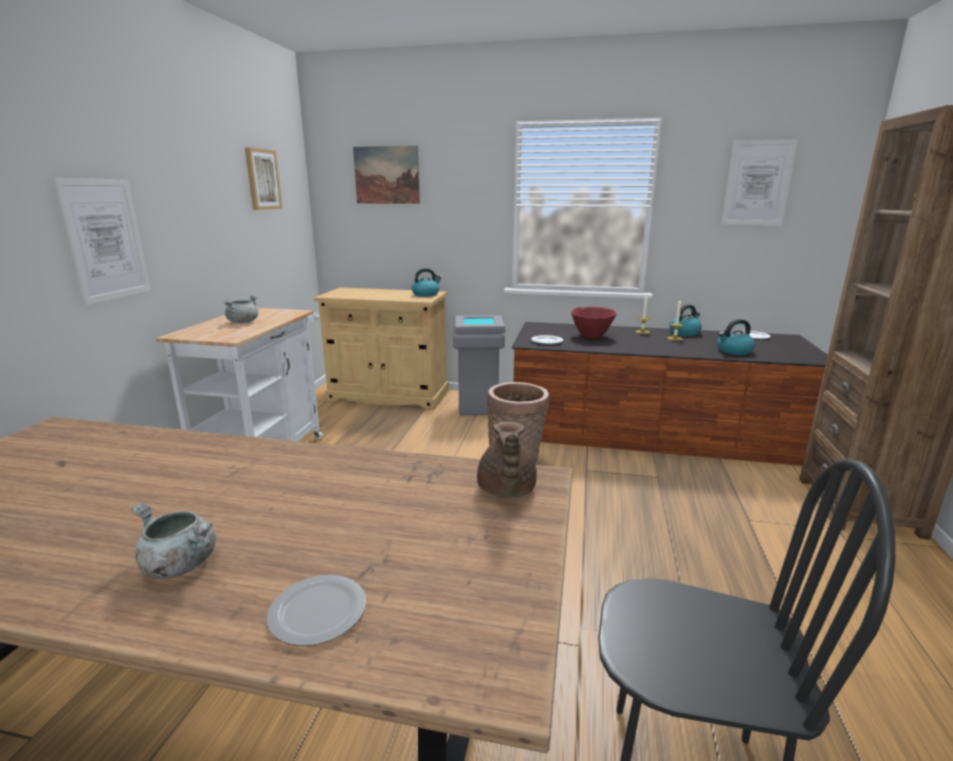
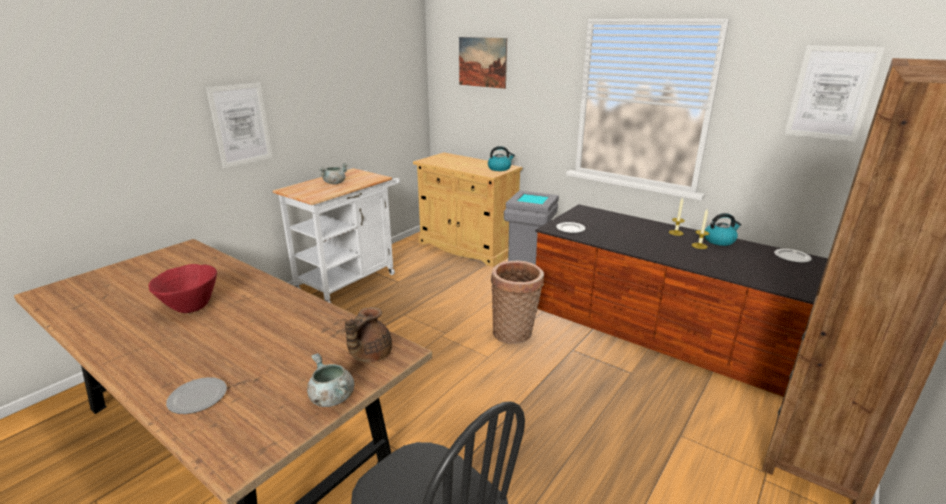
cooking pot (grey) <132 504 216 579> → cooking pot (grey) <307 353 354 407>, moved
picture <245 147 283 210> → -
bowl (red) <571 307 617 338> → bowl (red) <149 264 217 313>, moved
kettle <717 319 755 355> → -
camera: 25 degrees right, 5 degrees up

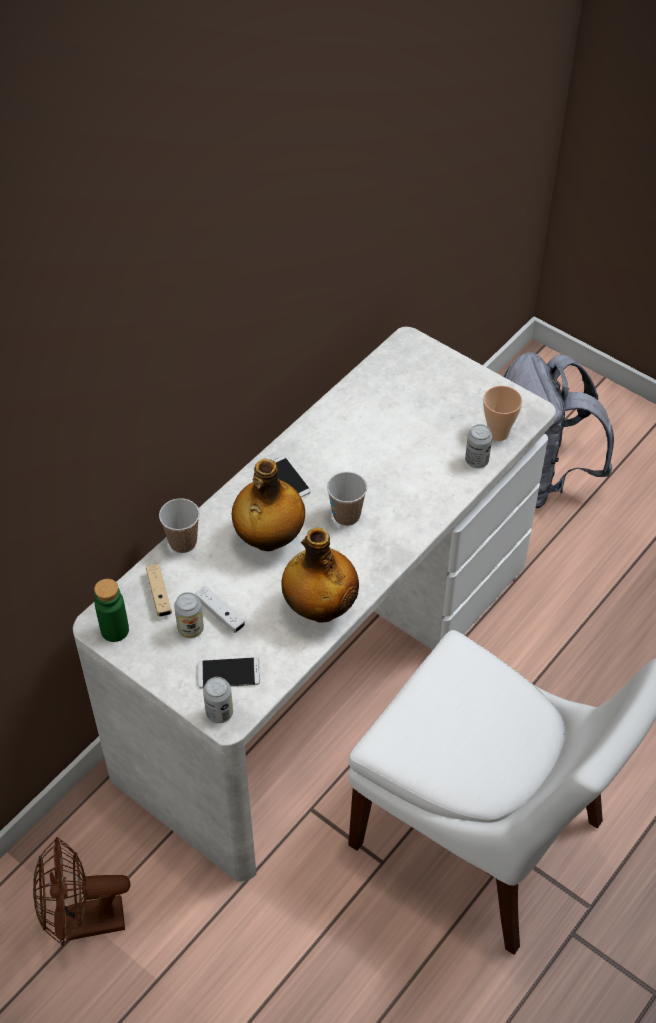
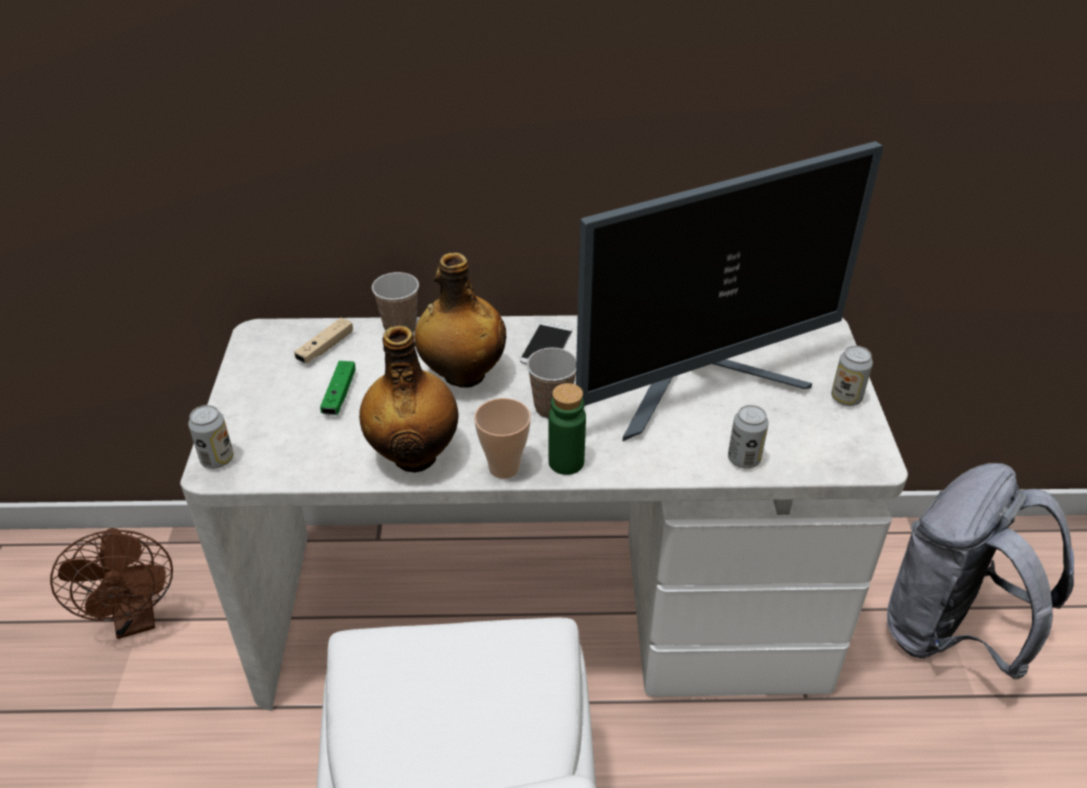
fan (brown) <33 837 130 946> → fan (brown) <50 528 173 639>, 150 degrees counterclockwise
bottle (green) <94 579 129 642> → bottle (green) <548 383 586 475>, moved
can <174 592 204 638> → can <831 346 873 406>, moved
game controller (white) <195 586 245 633> → game controller (green) <320 361 356 415>
phone <197 657 260 688> → -
cup <483 386 522 441> → cup <474 398 531 479>, moved
- → monitor <576 141 884 442>
camera: 50 degrees right, 10 degrees down

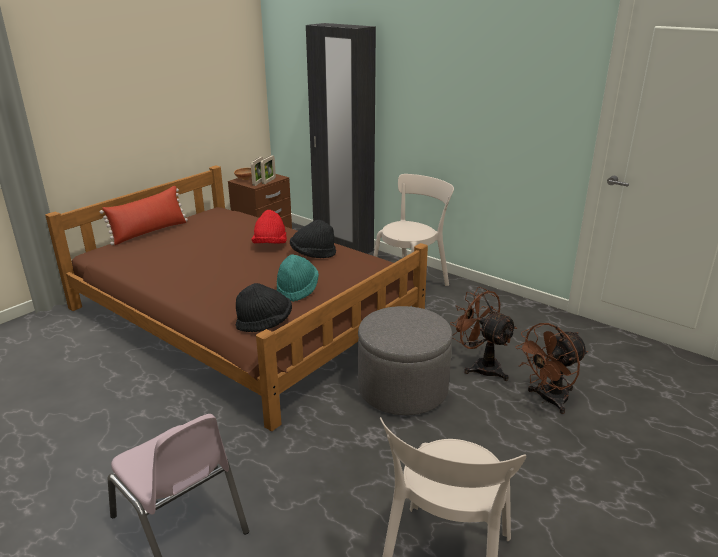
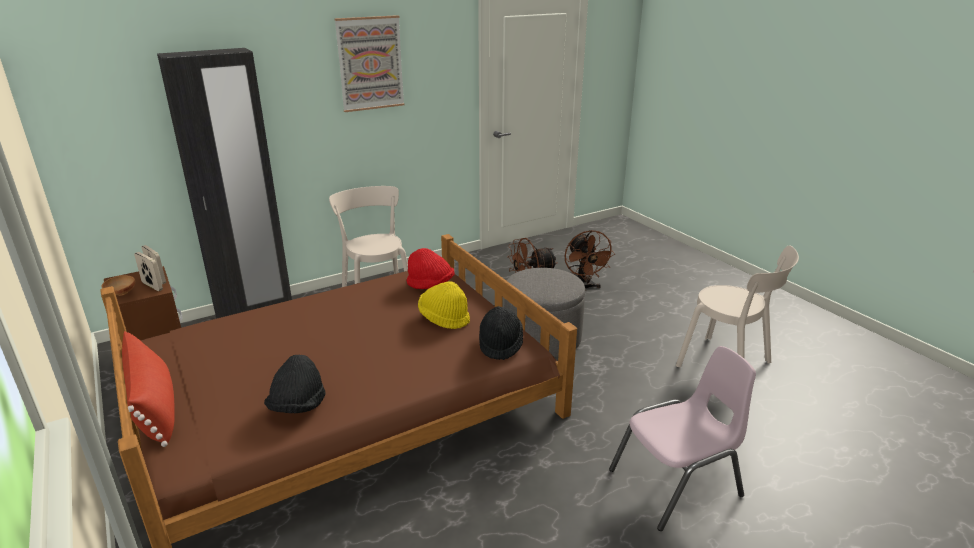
hat (red) <251 210 287 243> → hat (red) <407 248 455 289>, moved
hat (turquoise) <277 254 319 302> → hat (yellow) <418 281 470 329>
hat (black) <290 220 336 258> → hat (black) <264 355 325 413>, moved
- → picture <334 15 405 112>
camera: 70 degrees left, 0 degrees up

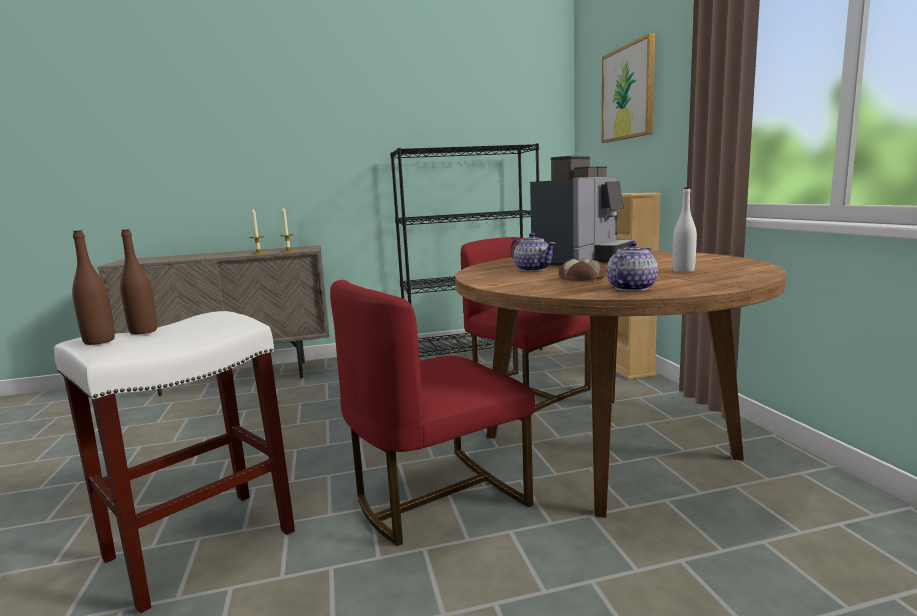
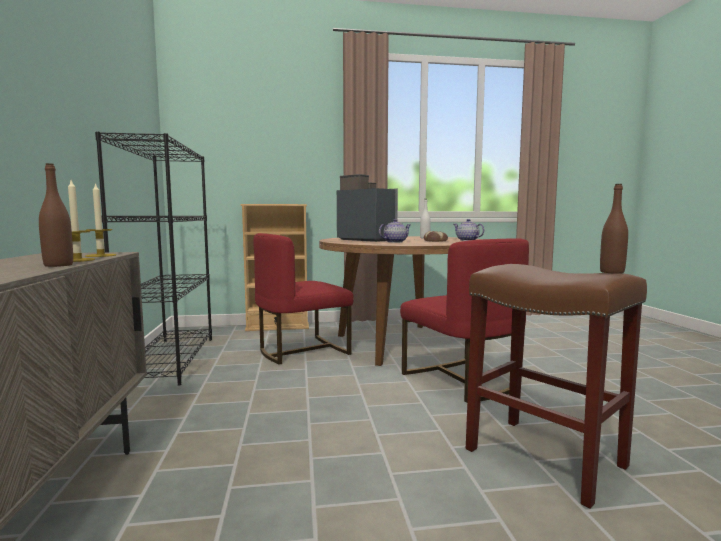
stool (white) <54 311 295 614> → stool (brown) <466 264 647 509>
bottle (brown) <120 229 157 335> → bottle (brown) <39 163 73 267>, moved
picture <602 33 655 143> → -
camera: 85 degrees left, 5 degrees down

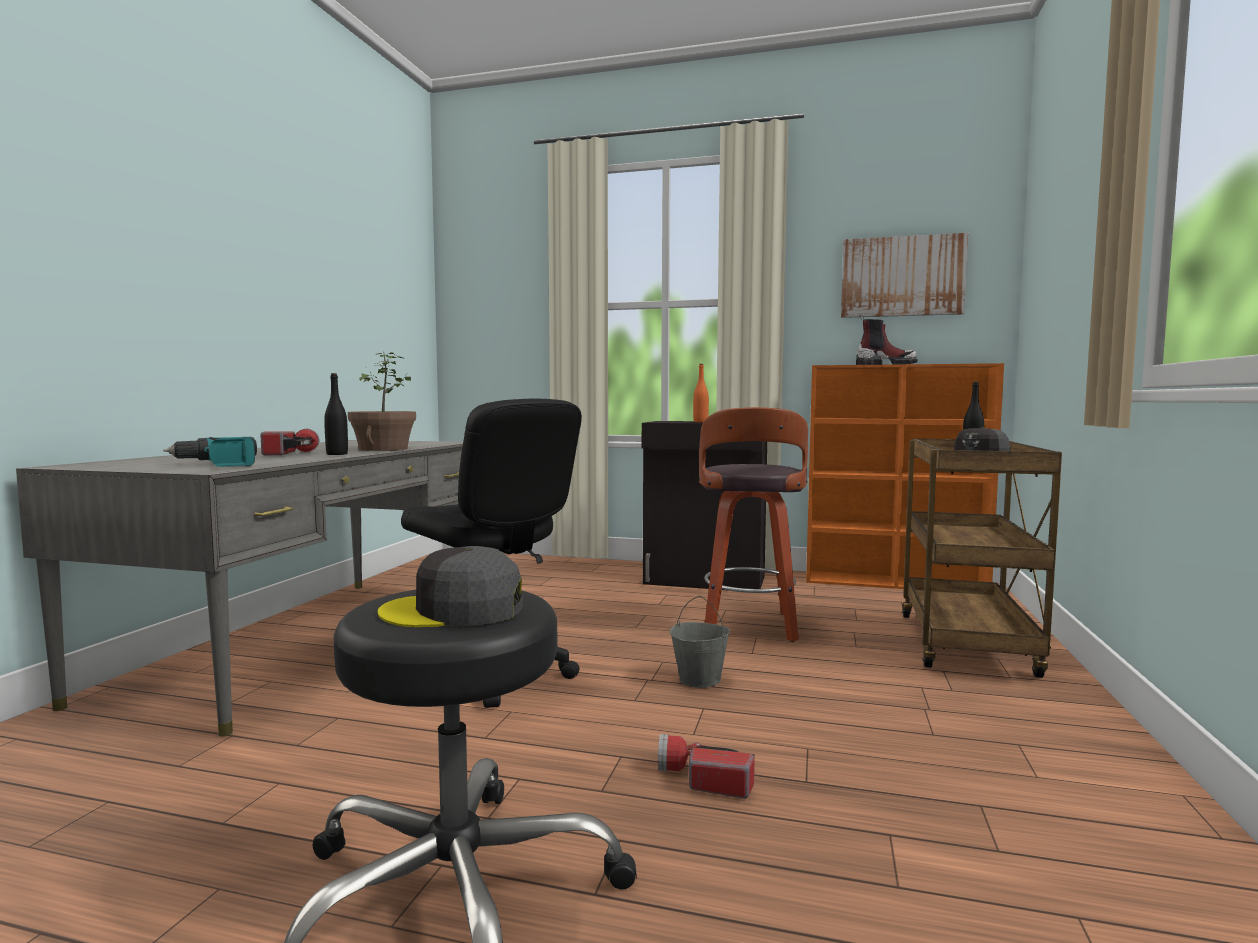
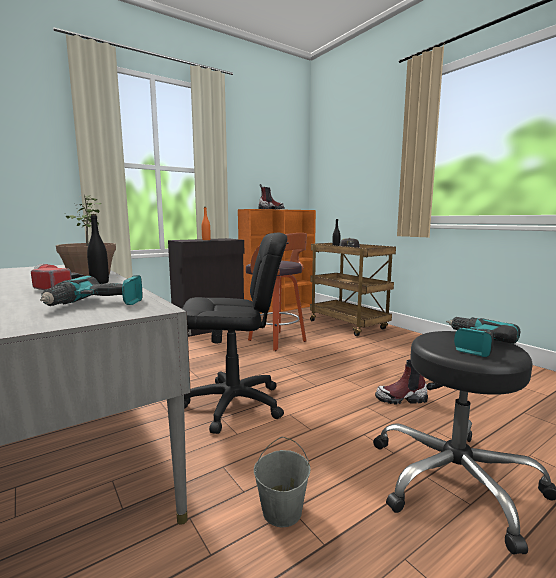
cap (grey) <378 546 523 627> → power drill <446 317 520 357>
flashlight <658 734 755 799> → boot <375 359 428 405>
bucket (grey) <670 596 730 688> → bucket (grey) <254 437 311 527>, moved
picture <841 233 968 318> → -
camera: 50 degrees left, 5 degrees up

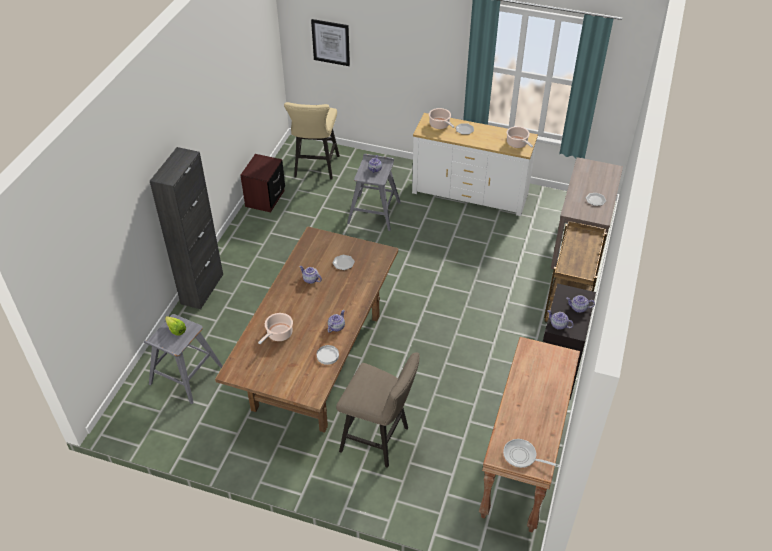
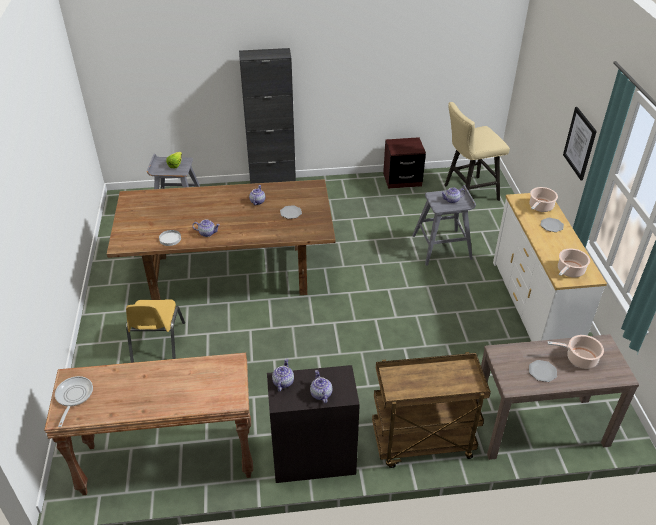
cooking pot <258 313 293 344> → cooking pot <547 335 604 369>, moved
picture <311 19 350 66> → picture <563 107 597 180>, moved
stool (beige) <336 352 420 468> → chair (yellow) <126 299 185 363>
camera: 65 degrees right, 5 degrees down

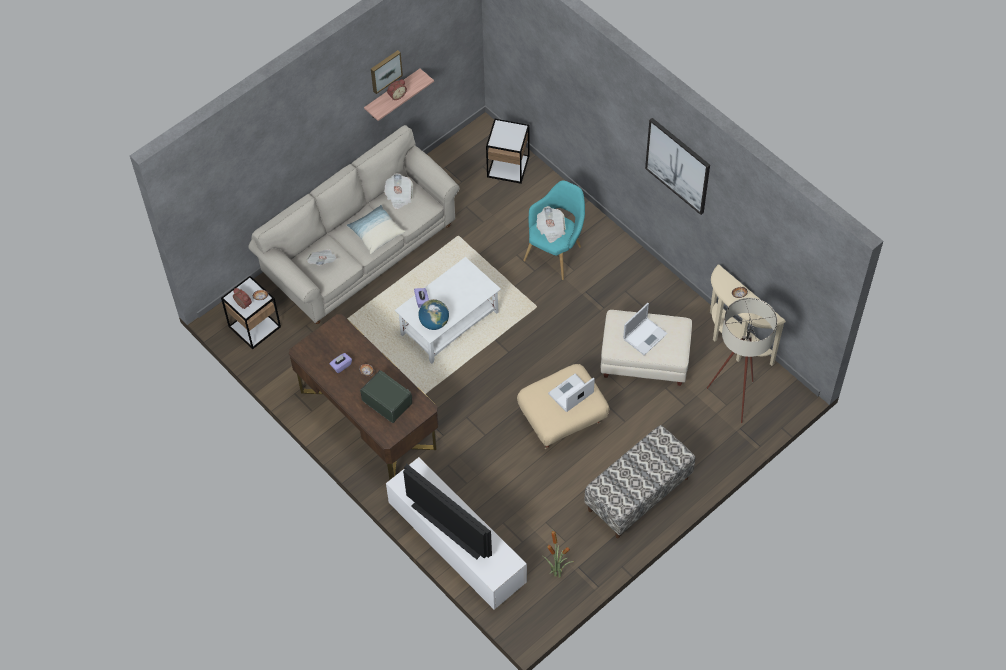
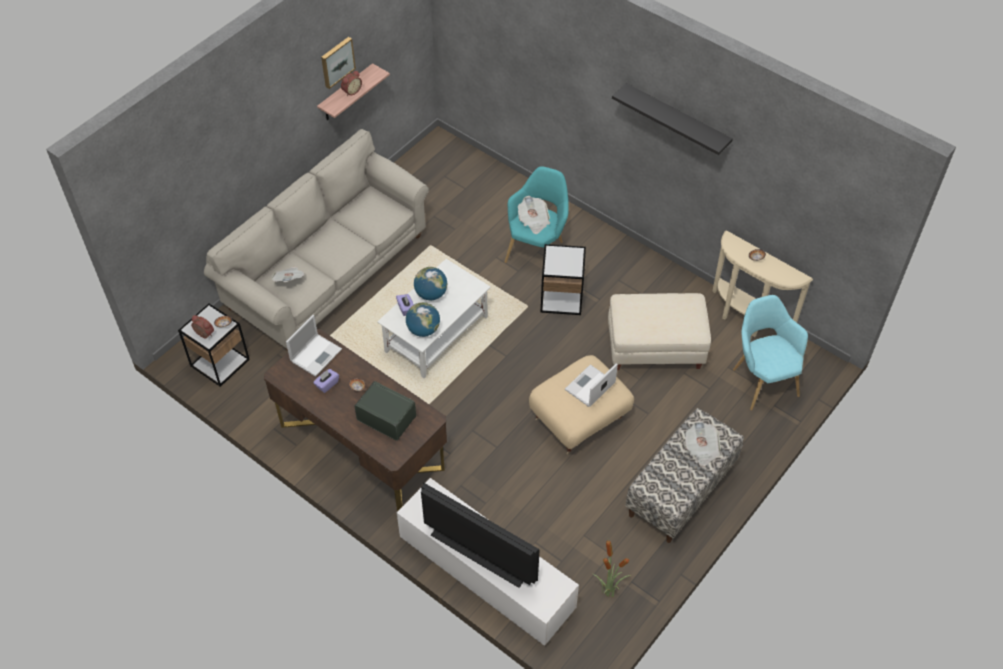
pillow <347 205 405 254> → -
newspaper <384 173 413 209> → newspaper <685 421 721 467>, moved
side table <486 119 530 184> → side table <541 244 586 315>, moved
laptop <623 303 668 355> → laptop <286 315 342 377>, moved
picture <645 118 710 215> → shelf (black) <612 83 733 155>
floor lamp (beige) <707 298 777 423> → armchair (turquoise) <733 295 808 410>
- → globe <414 267 447 300>
camera: 10 degrees left, 5 degrees down

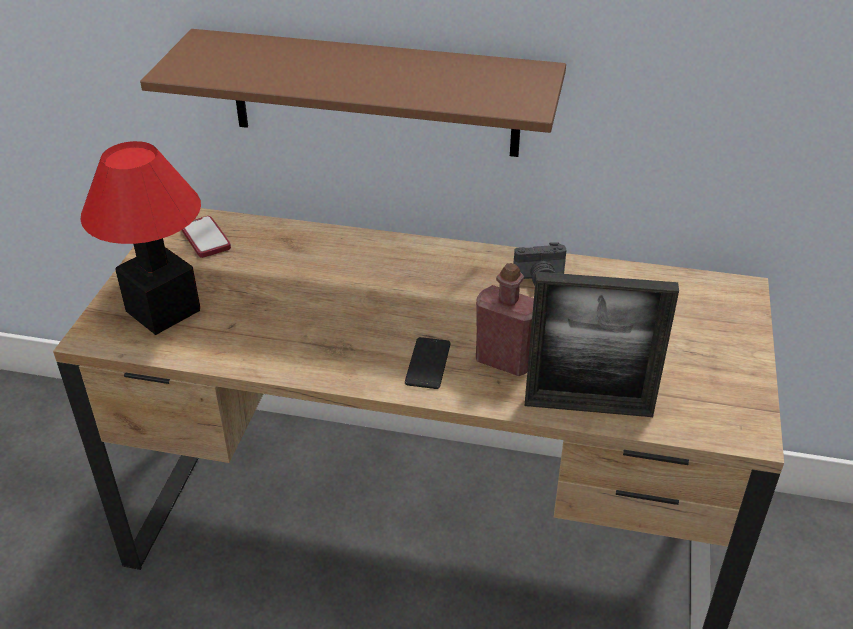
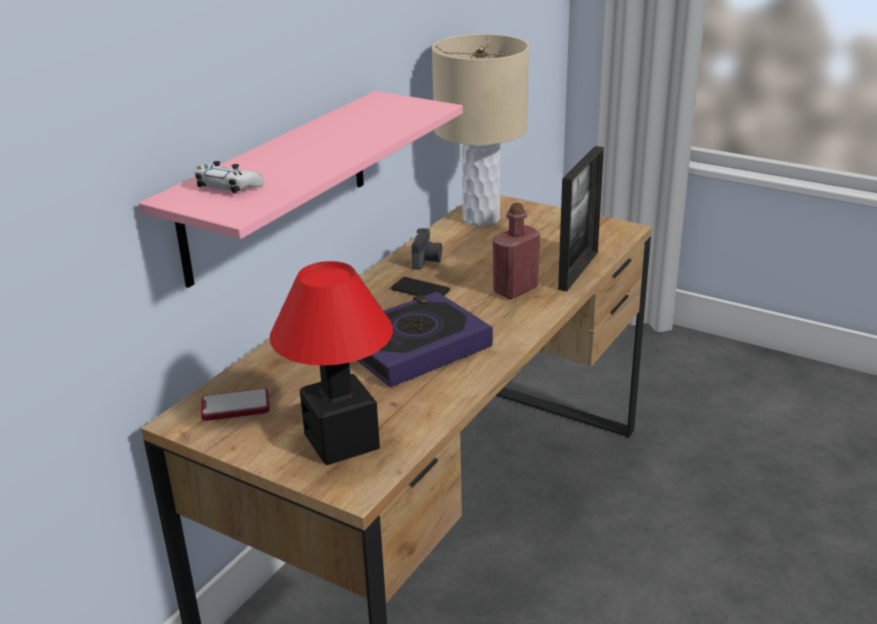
shelf (brown) <140 29 566 157> → shelf (pink) <139 91 463 288>
phone <405 337 451 389> → phone <391 277 450 296>, moved
- → game controller (white) <195 161 264 193>
- → book <357 292 493 387>
- → table lamp (beige) <432 34 529 226>
camera: 70 degrees left, 10 degrees down

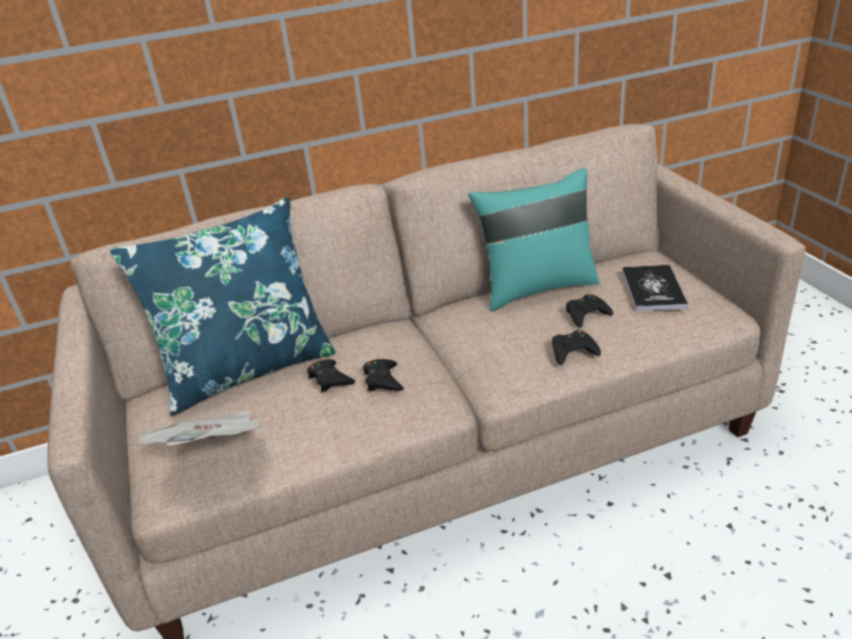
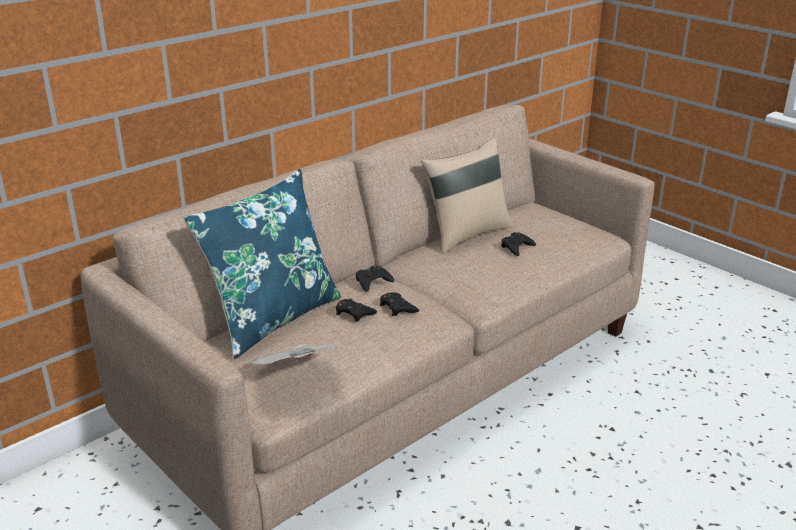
pillow (turquoise) <468 168 599 311> → pillow (beige) <421 137 512 254>
game controller (black) <552 330 601 365> → game controller (black) <356 265 394 292>, moved
book <622 265 688 311> → -
camera: 25 degrees left, 5 degrees down

